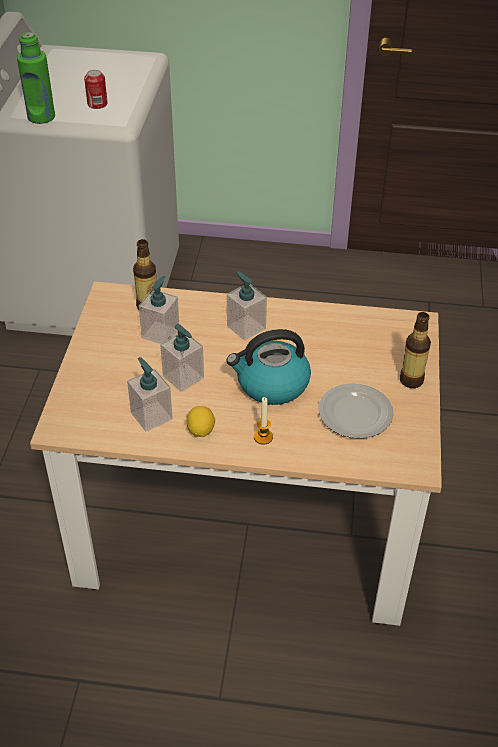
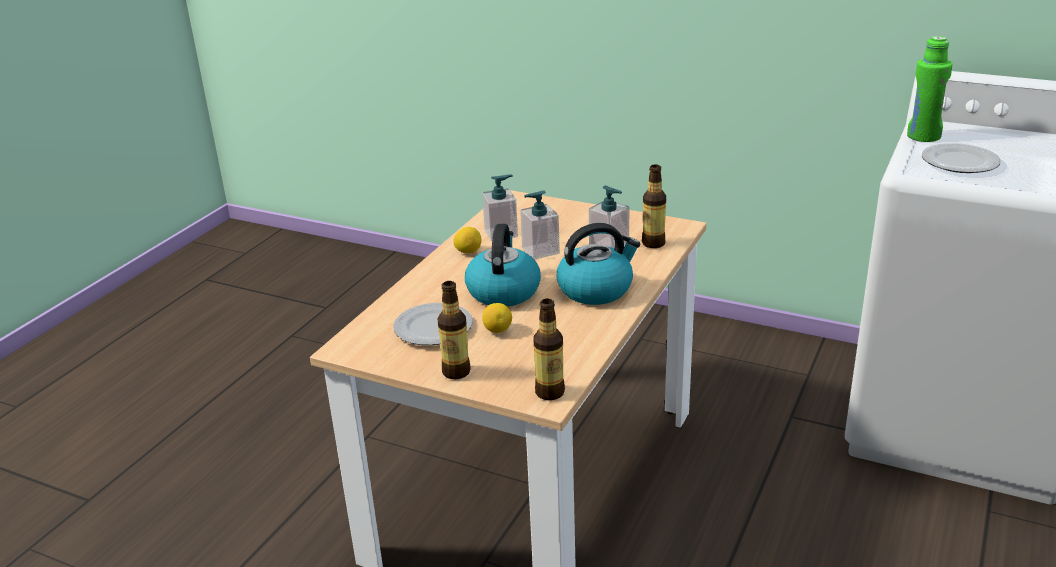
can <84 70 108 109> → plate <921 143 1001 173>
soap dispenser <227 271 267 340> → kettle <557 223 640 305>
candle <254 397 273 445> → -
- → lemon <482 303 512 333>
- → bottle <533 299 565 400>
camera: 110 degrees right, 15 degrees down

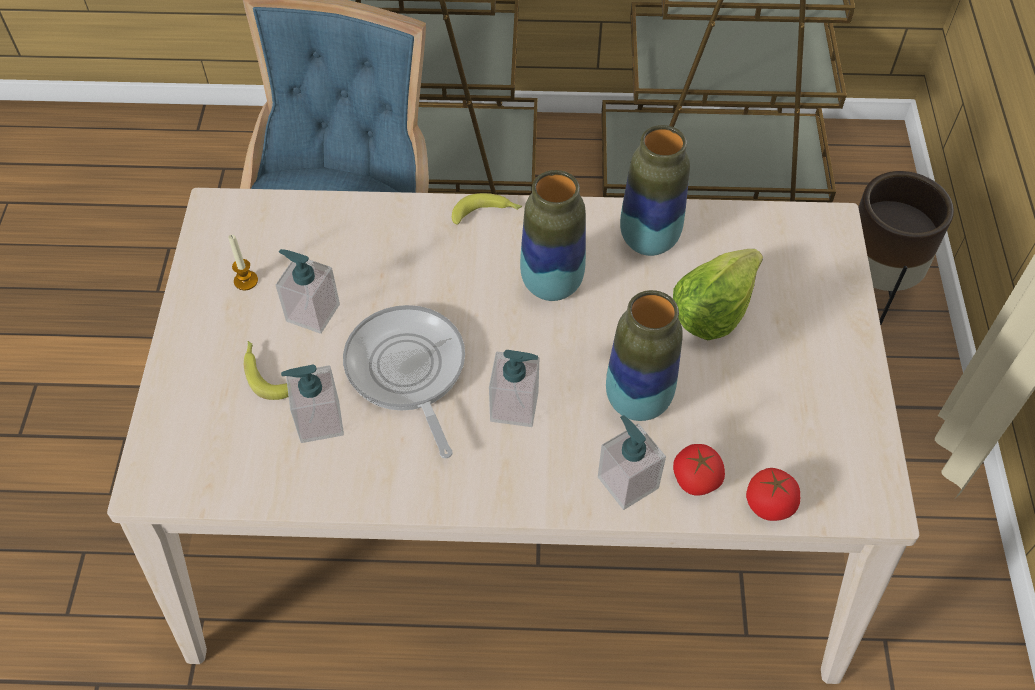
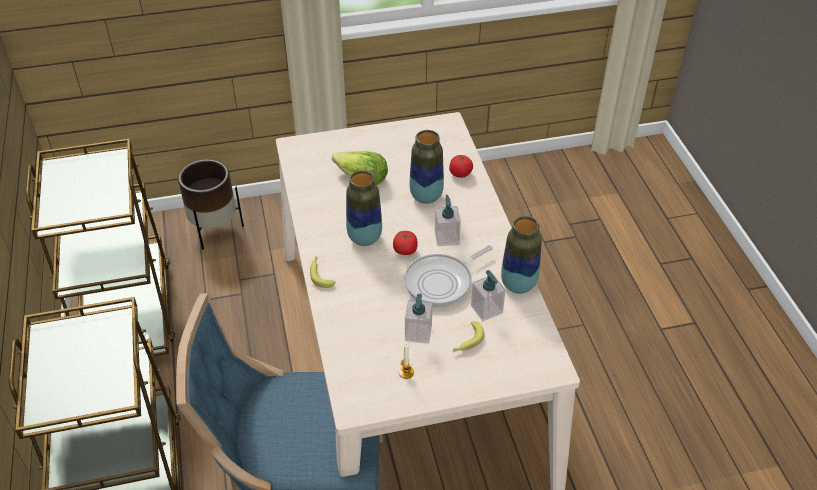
soap dispenser <598 415 666 510> → -
vase <620 125 690 256> → vase <501 216 542 294>, moved
tomato <746 468 800 521> → tomato <393 231 418 255>, moved
camera: 105 degrees left, 10 degrees down

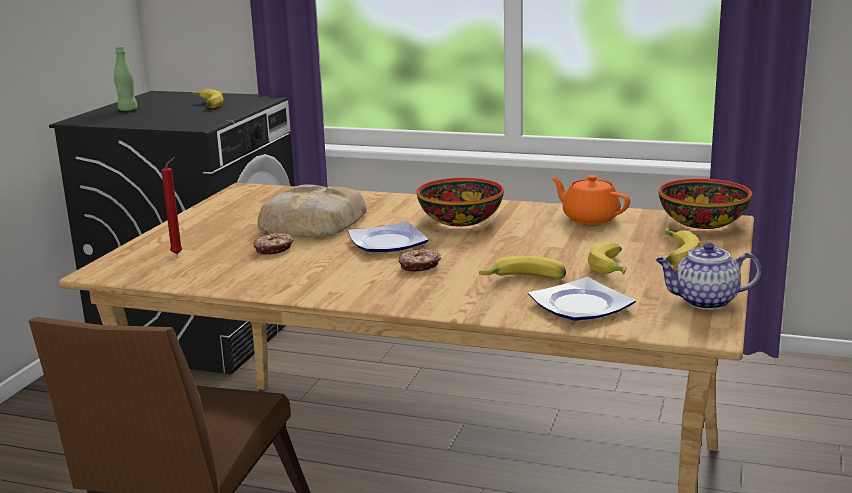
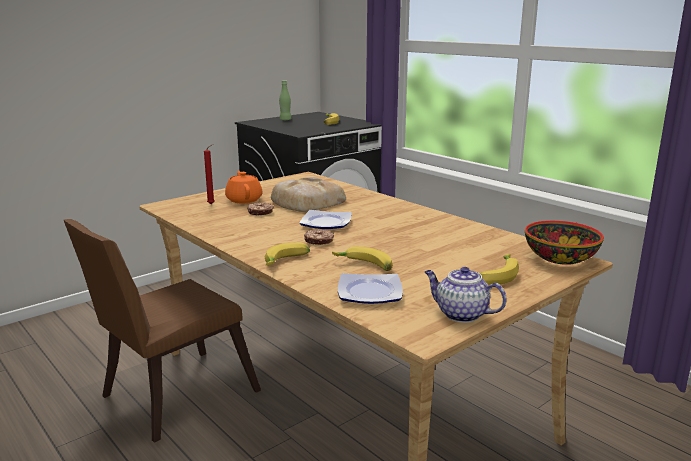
bowl <417 178 504 226> → -
teapot (orange) <551 175 630 224> → teapot (orange) <225 171 262 203>, moved
banana <588 242 627 274> → banana <265 243 310 266>, moved
camera: 30 degrees right, 0 degrees up

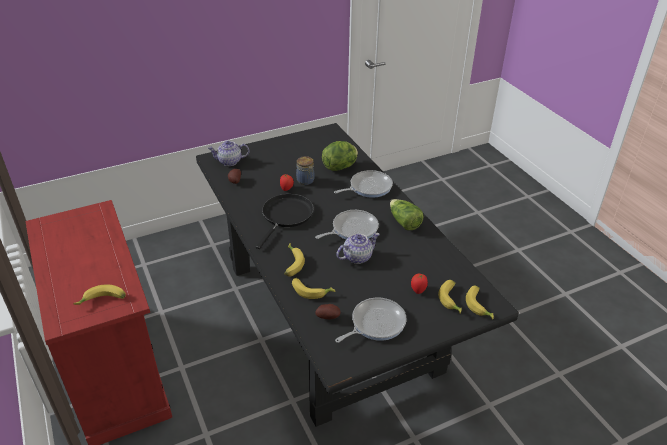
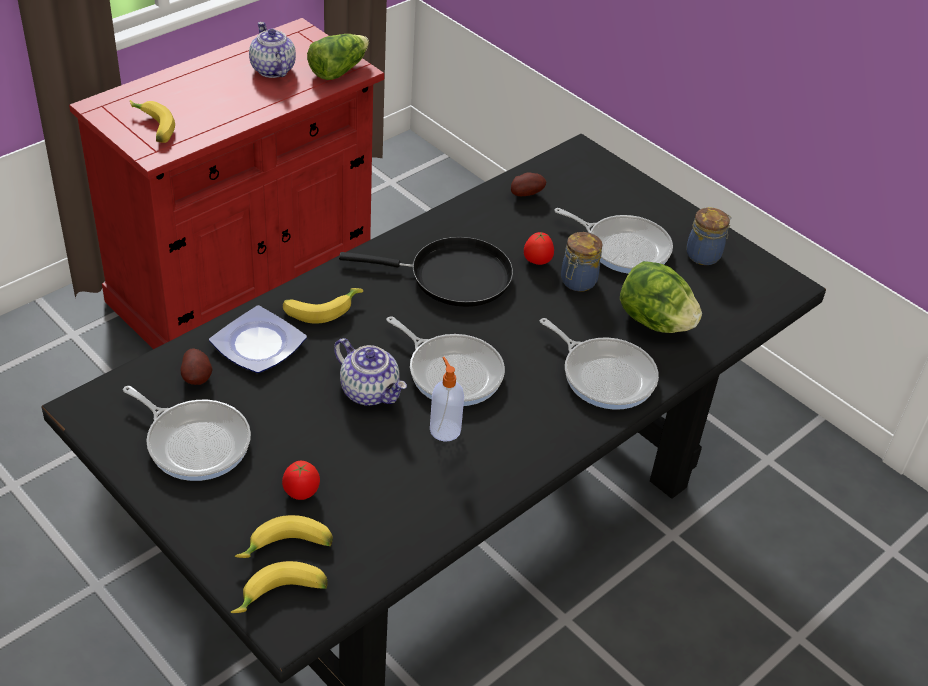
teapot <208 141 249 166> → teapot <249 22 296 78>, moved
banana <292 278 335 299> → plate <209 305 307 373>
lettuce <390 199 423 230> → lettuce <307 34 369 80>, moved
- → soap dispenser <430 357 464 442>
- → frying pan <554 208 673 274>
- → jar <687 207 732 265>
camera: 70 degrees right, 5 degrees up

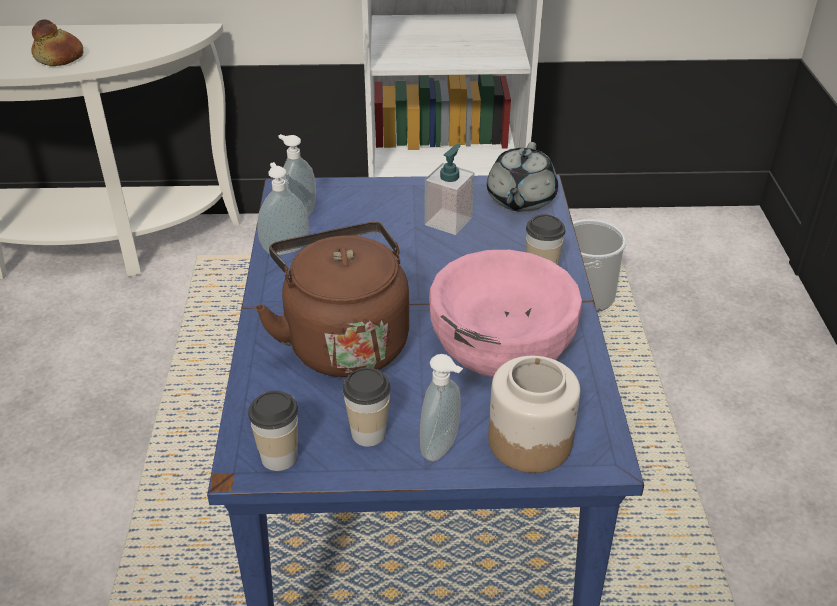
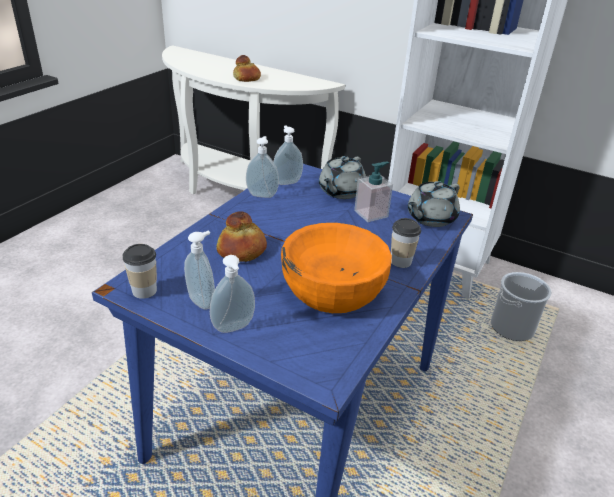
kettle (brown) <255 222 409 377> → bread <216 211 267 262>
cup <342 367 391 447> → soap dispenser <184 231 215 310>
bowl (pink) <429 250 582 377> → bowl (orange) <281 223 392 313>
jar <488 356 580 473> → -
- → teapot (grey) <319 156 366 199>
camera: 30 degrees right, 5 degrees down

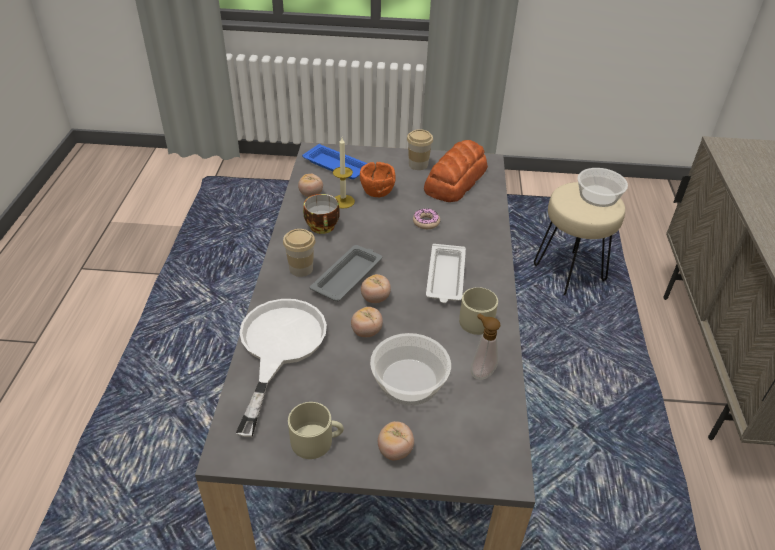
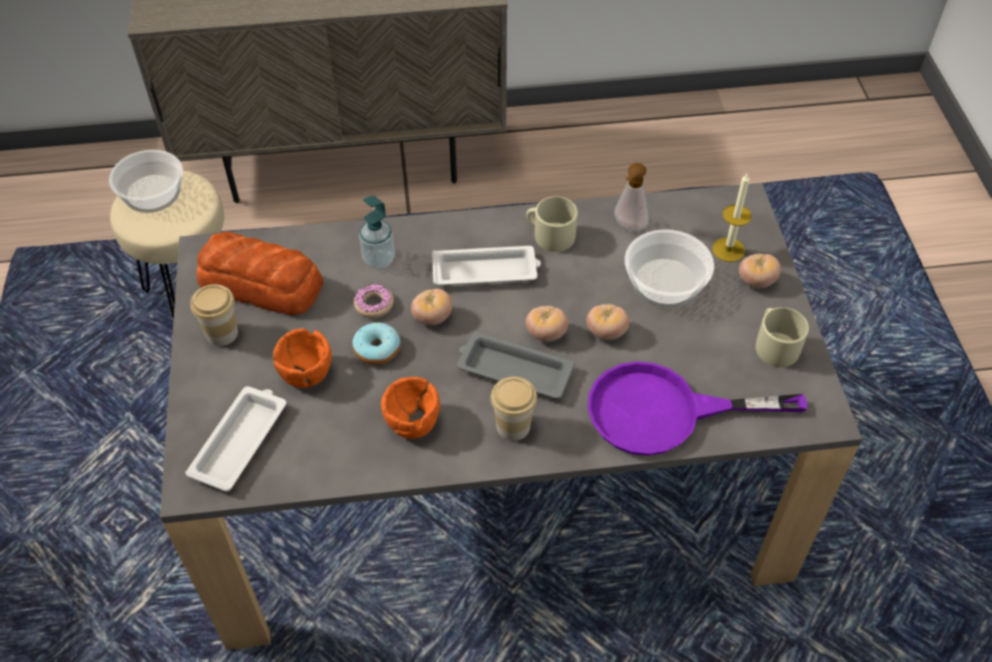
frying pan (white) <236 299 327 437> → frying pan (purple) <587 361 807 456>
tomato <298 174 323 197> → tomato <411 289 453 325>, moved
tray (blue) <302 144 367 179> → tray (white) <185 386 286 492>
cup <303 194 340 234> → bowl (orange) <381 377 440 439>
candle <333 138 355 209> → candle <712 174 752 262>, moved
- → donut <352 322 400 365>
- → soap dispenser <359 196 395 269>
camera: 100 degrees left, 10 degrees up

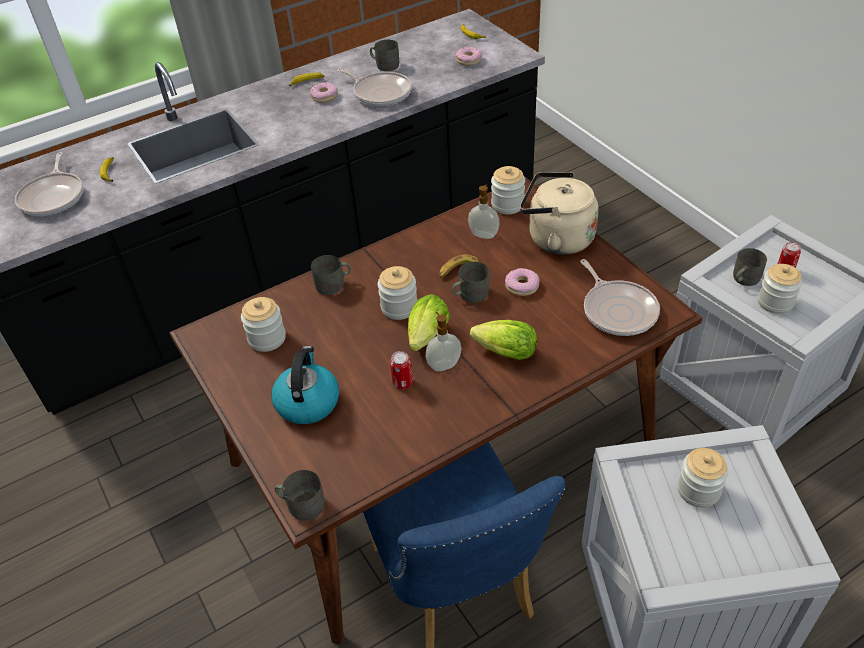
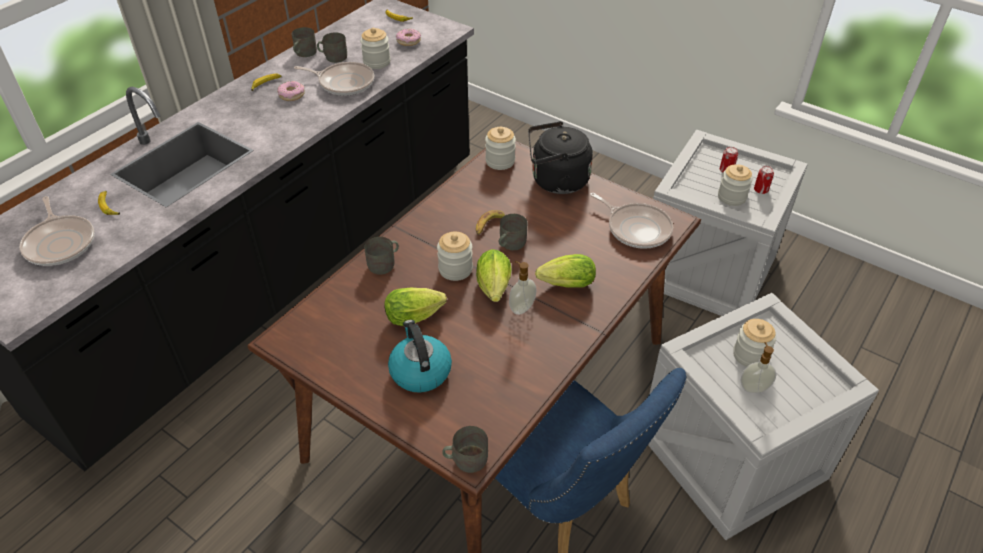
jar <241 297 286 352> → jar <360 28 391 69>, moved
can <390 351 413 389> → can <754 166 774 194>, moved
soap dispenser <468 184 500 239> → soap dispenser <741 342 776 393>, moved
donut <505 268 539 296> → -
kettle (beige) <520 172 599 255> → kettle (black) <528 121 593 194>
mug (grey) <733 248 767 286> → mug (grey) <292 27 317 57>, moved
- → lettuce <384 287 447 326>
camera: 25 degrees left, 0 degrees up

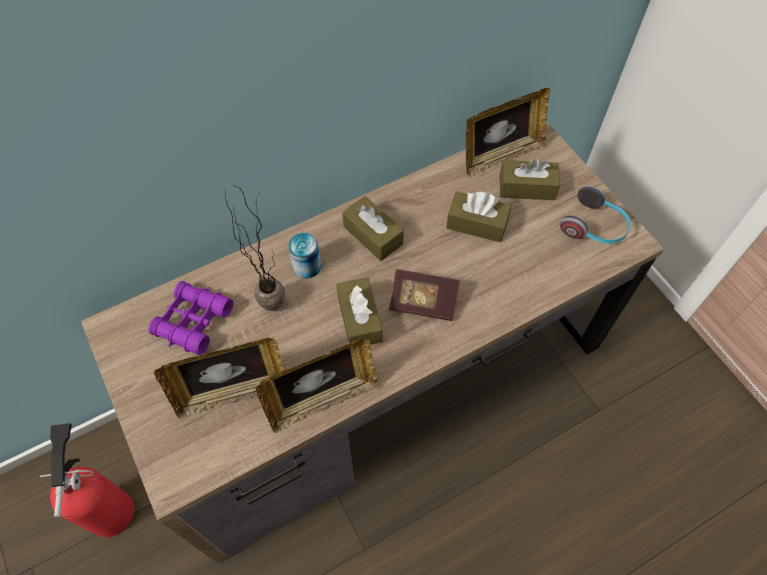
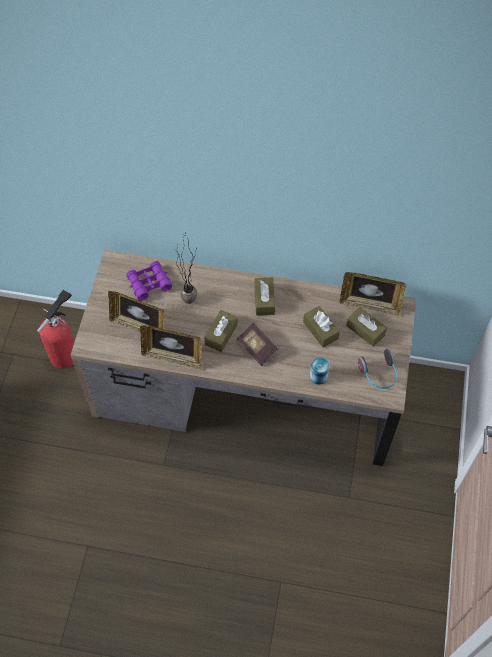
can <288 233 321 279> → can <310 357 329 385>, moved
camera: 40 degrees right, 0 degrees up

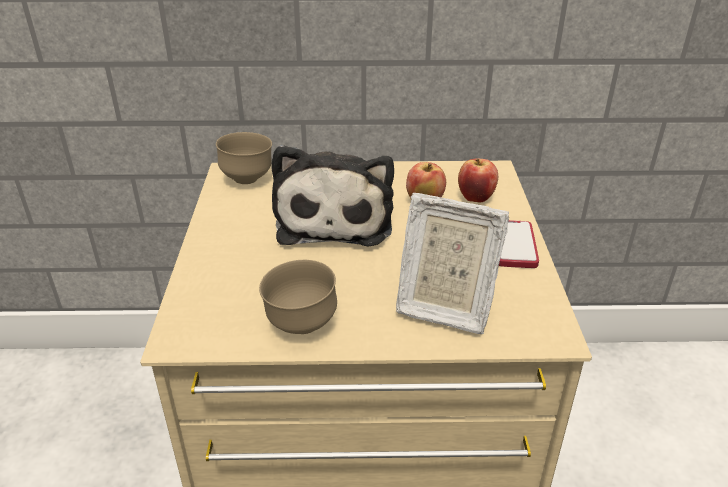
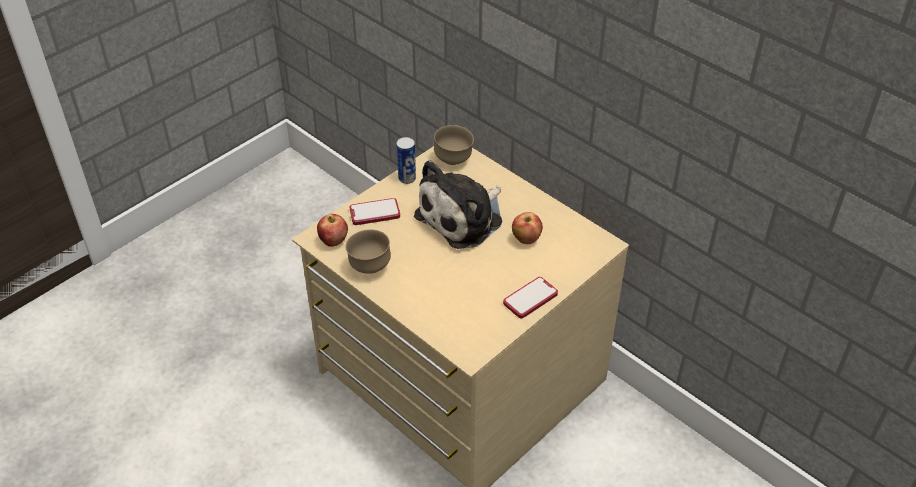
picture frame <396 193 509 334> → -
apple <458 159 498 203> → apple <317 214 348 247>, moved
- → phone <350 198 400 225>
- → can <396 137 416 184>
camera: 45 degrees right, 10 degrees up

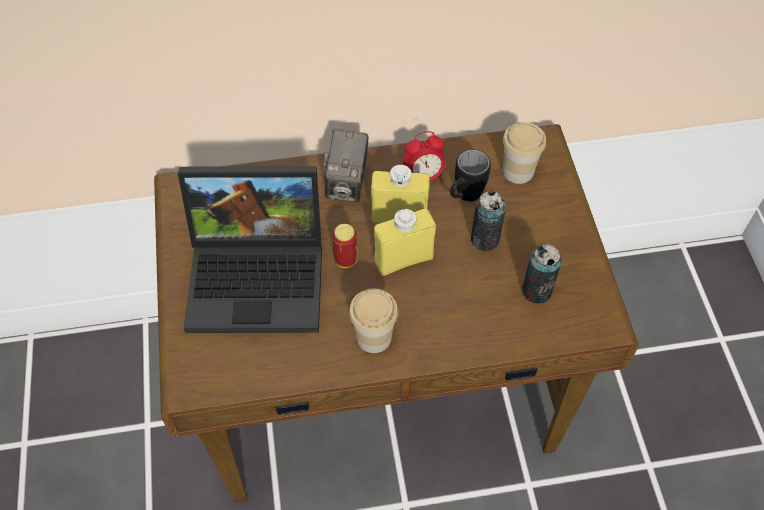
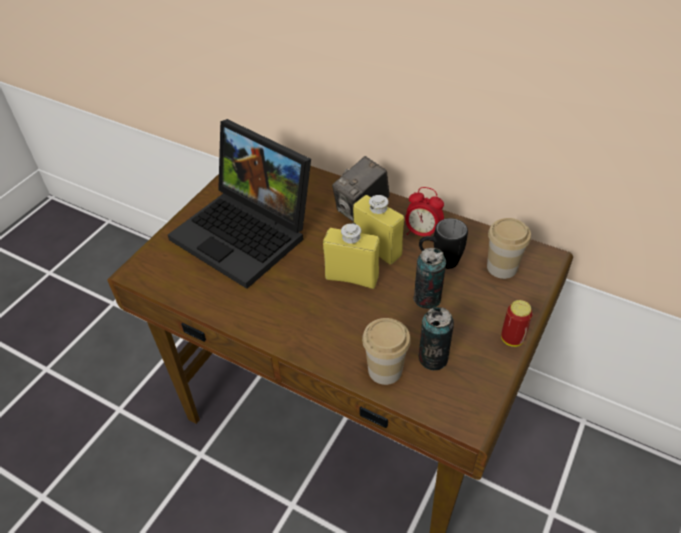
can <332 224 358 268> → can <501 300 533 347>, moved
cup <349 289 398 353> → cup <362 318 411 385>, moved
camera: 40 degrees right, 10 degrees down

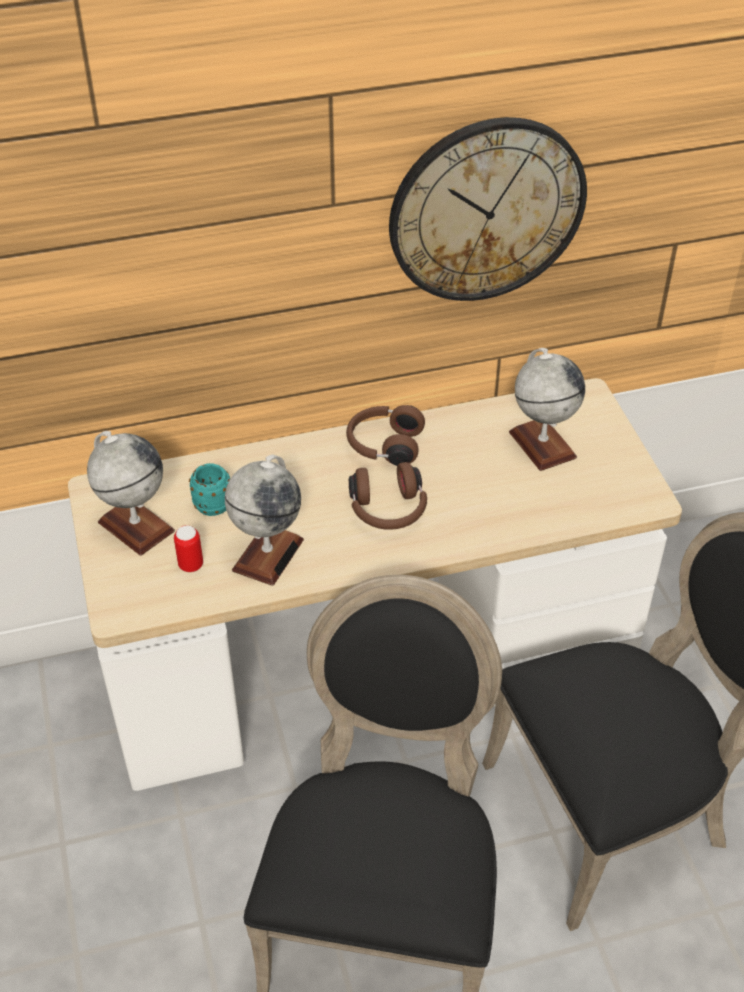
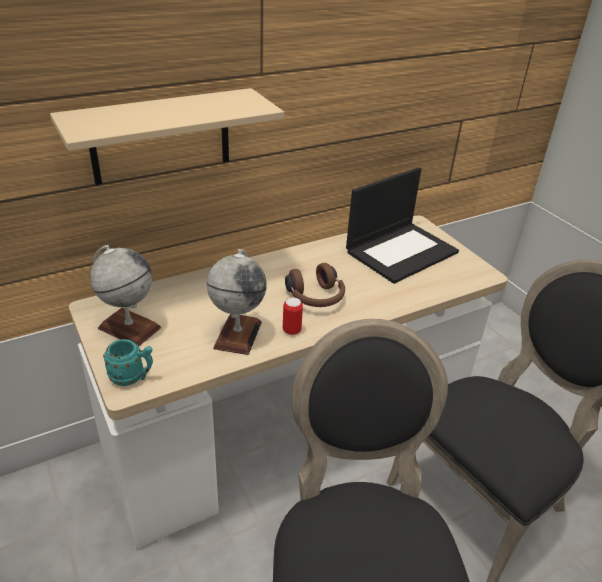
can <174 525 203 572> → can <283 297 303 335>, moved
mug (turquoise) <189 463 230 516> → mug (turquoise) <103 339 153 386>, moved
headphones (brown) <346 405 425 466> → -
wall clock <389 117 587 301> → -
globe <509 348 585 471> → laptop <346 167 459 284>
- → shelf (beige) <50 88 284 185>
camera: 15 degrees left, 10 degrees down

